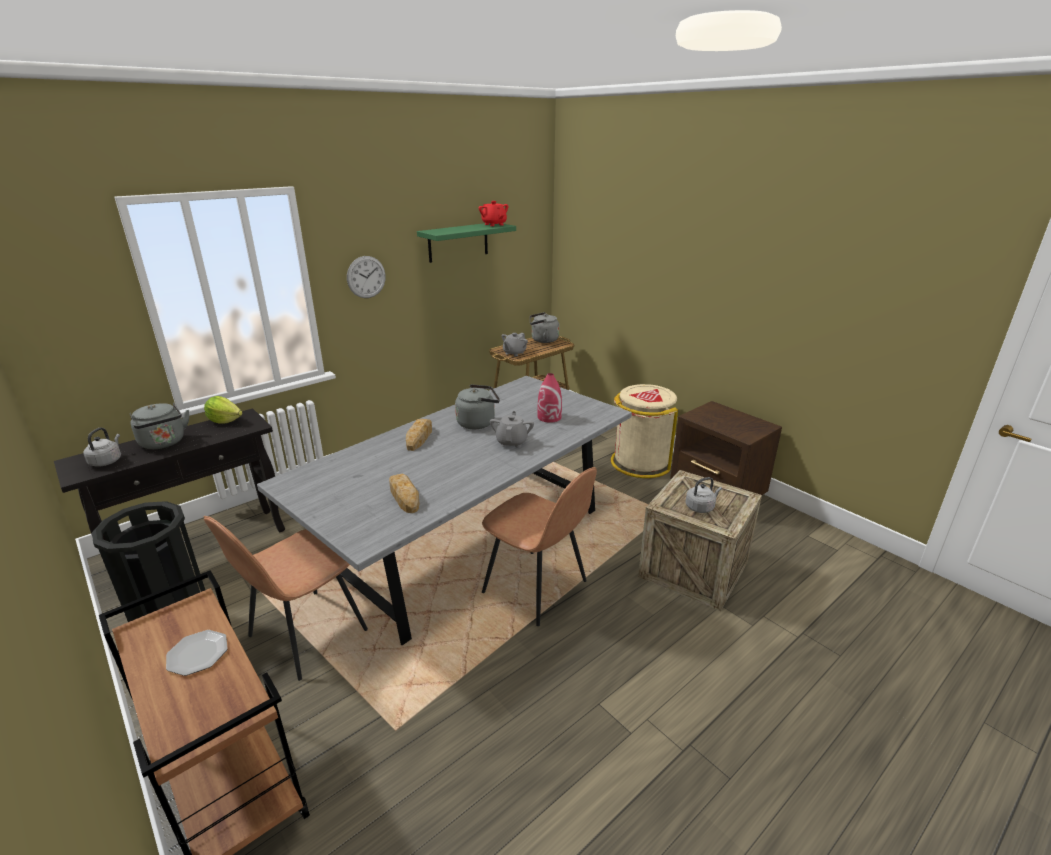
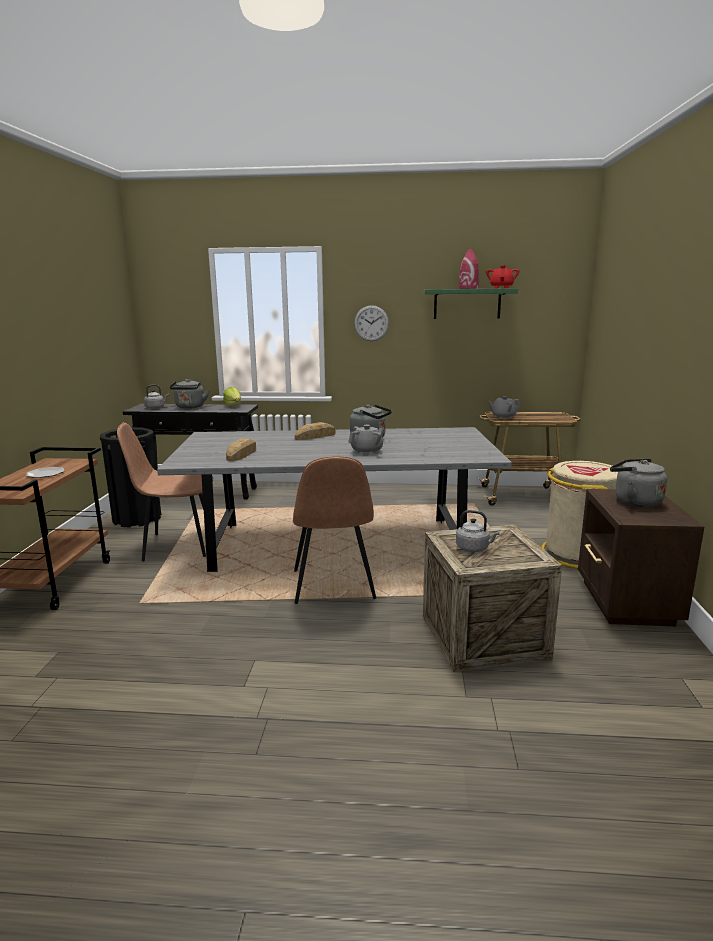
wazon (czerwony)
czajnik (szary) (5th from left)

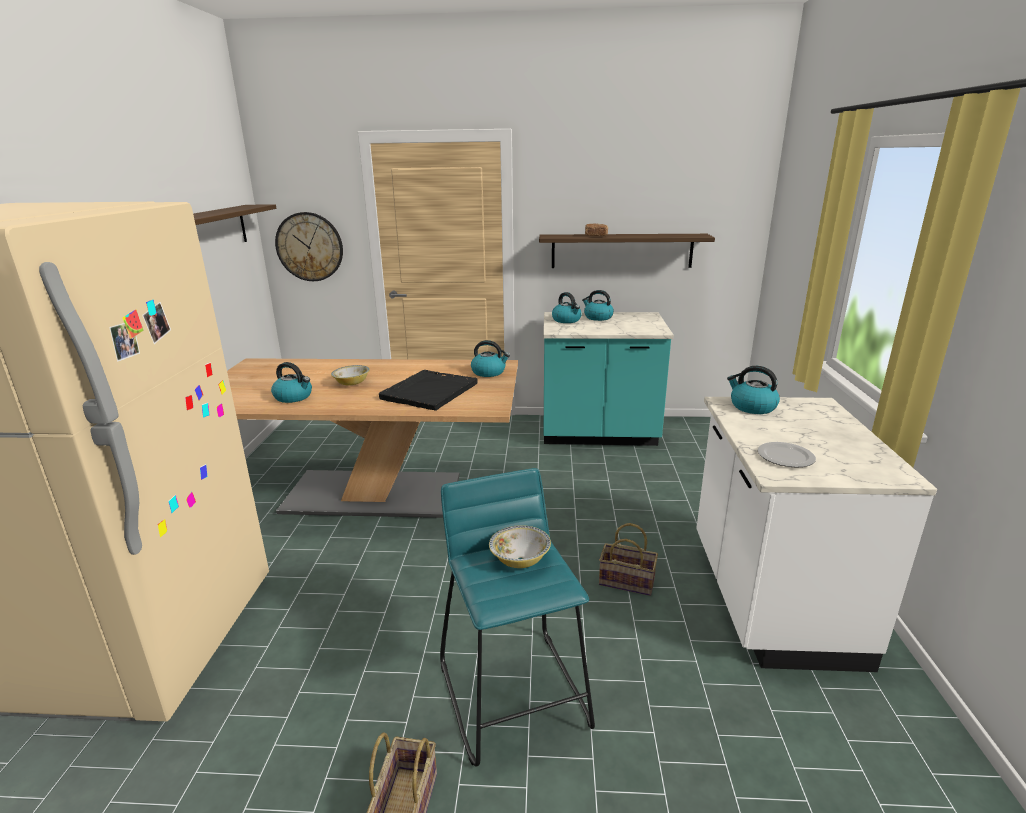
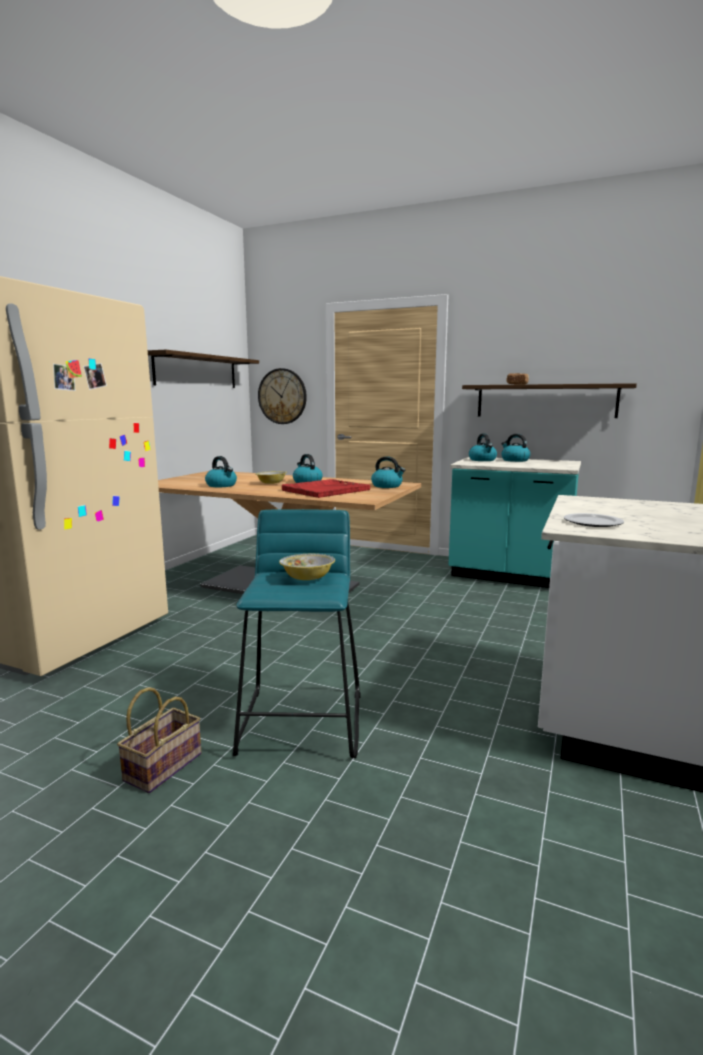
taca (czerwony)
czajnik (2nd from left)
koszyk (2nd from left in the first image)

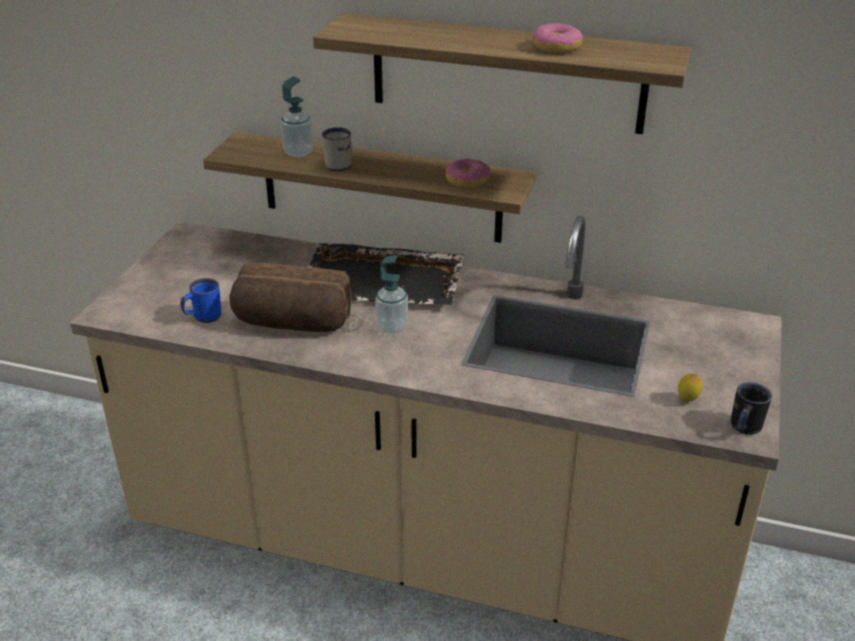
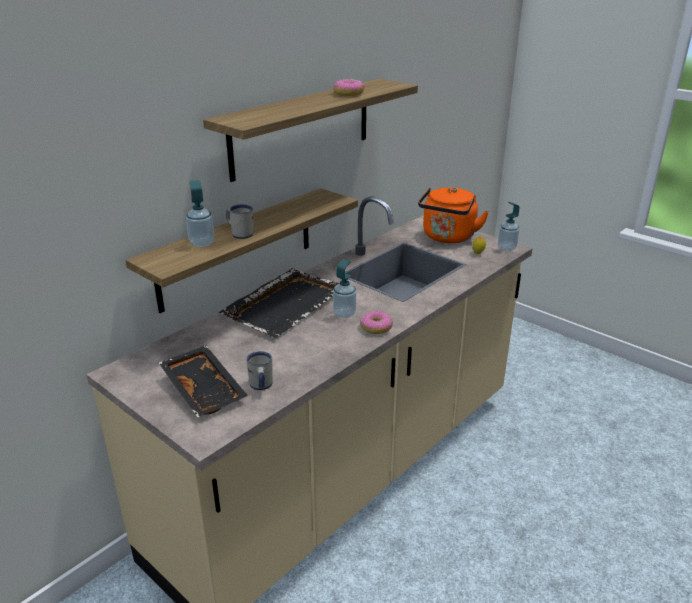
taca (czarny) (1st from left)
kubek (biały) (2nd from left)
donut (2nd from left)
czajnik (pomarańczowy)
dozownik mydła (3rd from left)
chleb

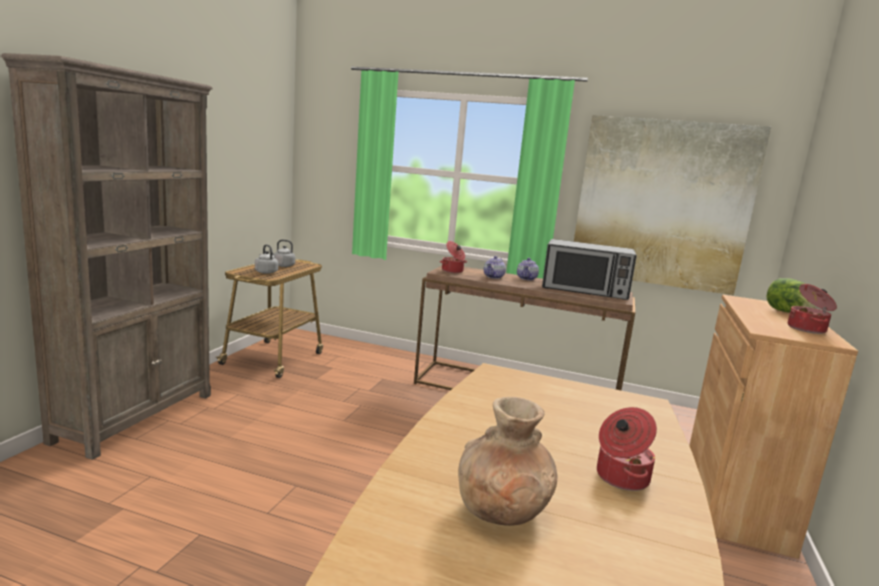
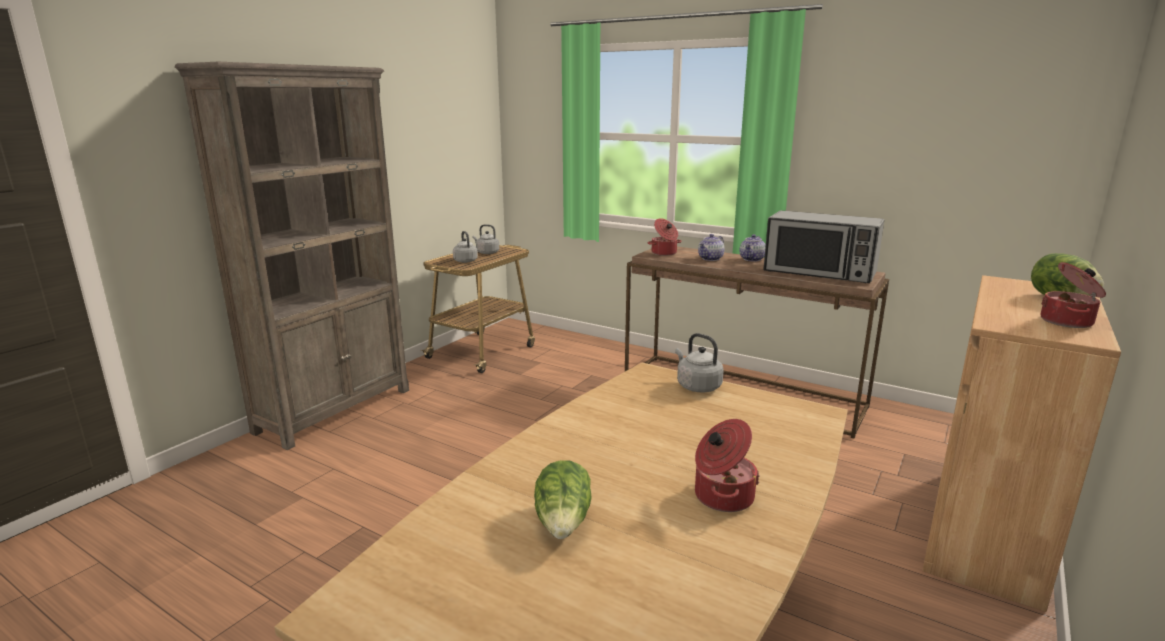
sałata (1st from left)
czajnik (szary) (3rd from left)
obraz

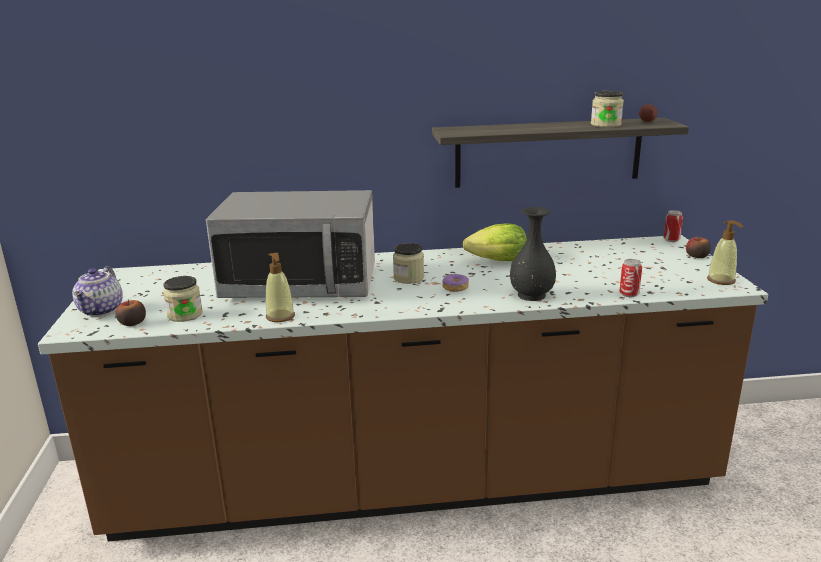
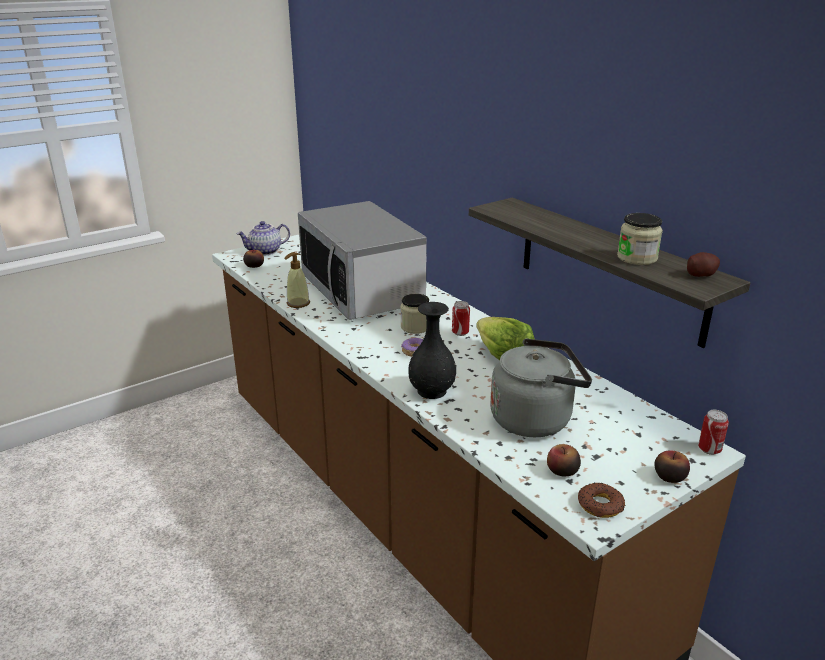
puszka (1st from left)
czajnik (szary)
jabłko (2nd from left)
donut (2nd from left)
słoik (1st from left in the first image)

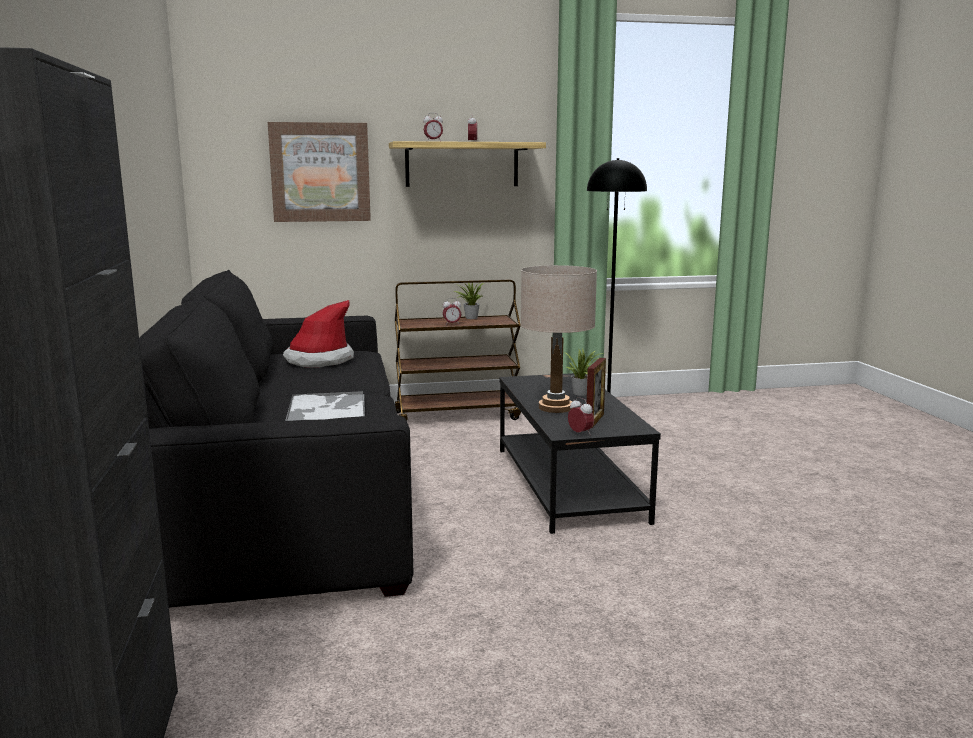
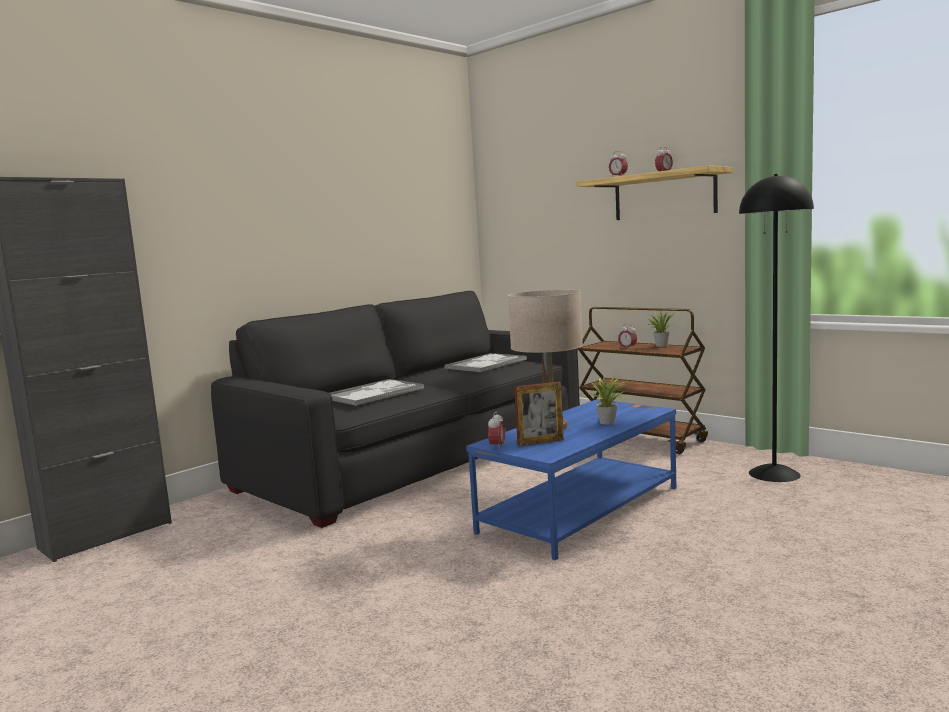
taca (2nd from left)
ława (niebieski)
obraz

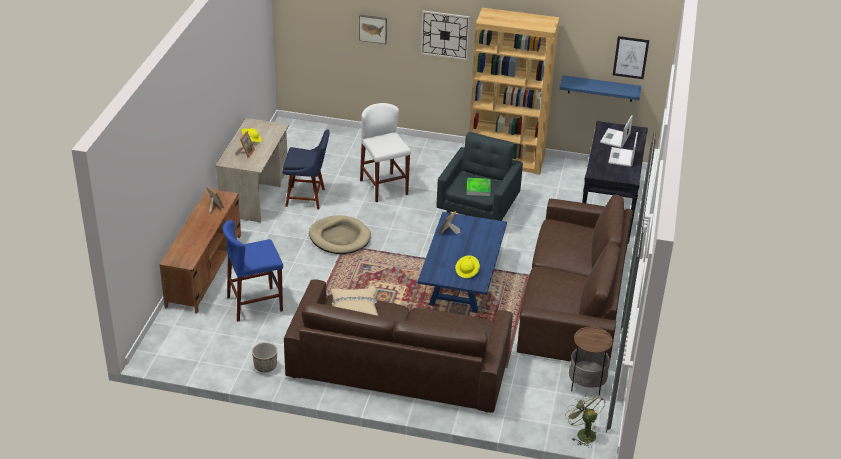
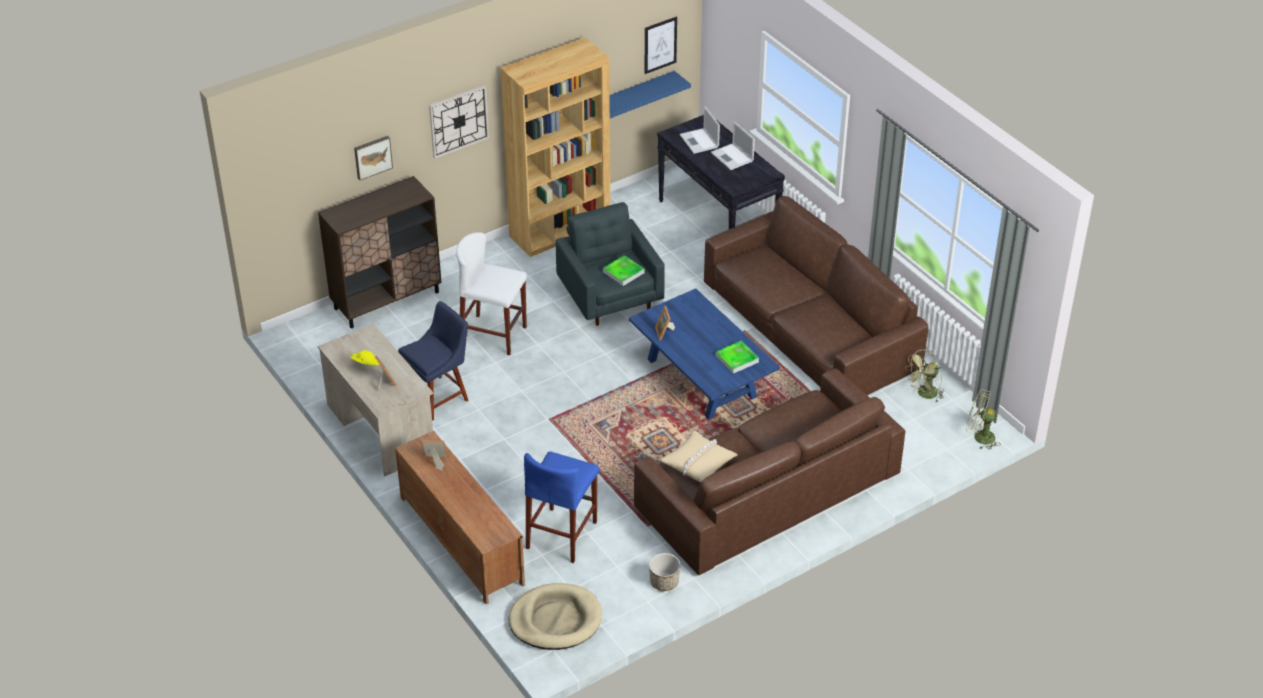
szafka (brązowy)
legowisko (beżowy)
taca (2nd from left)
wentylator (zielony) (1st from left)

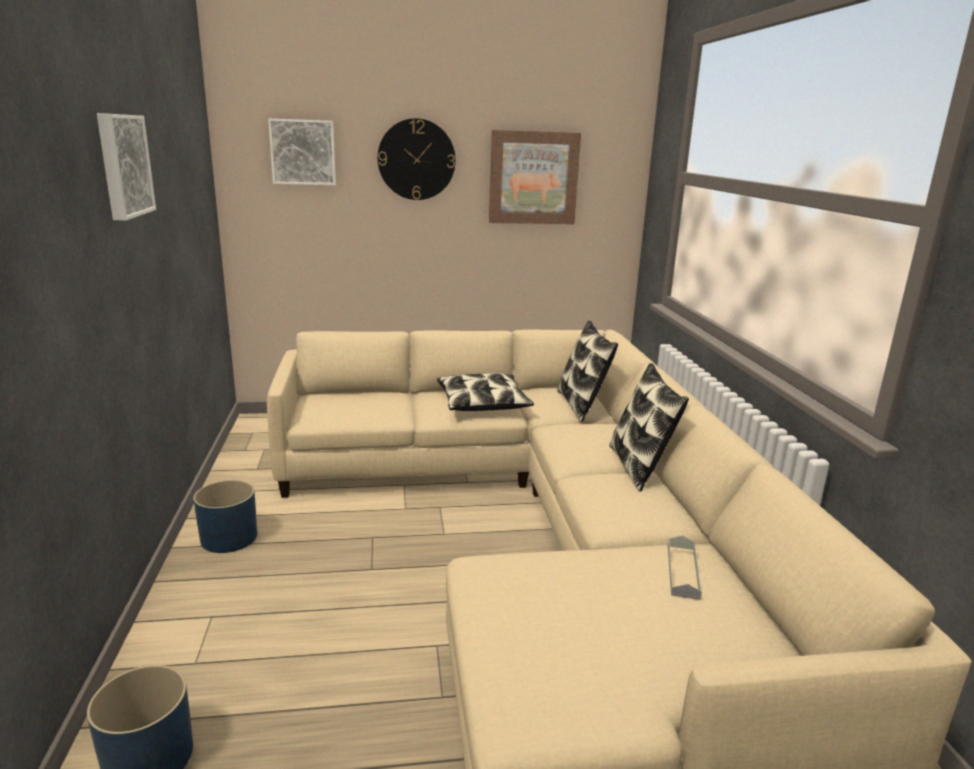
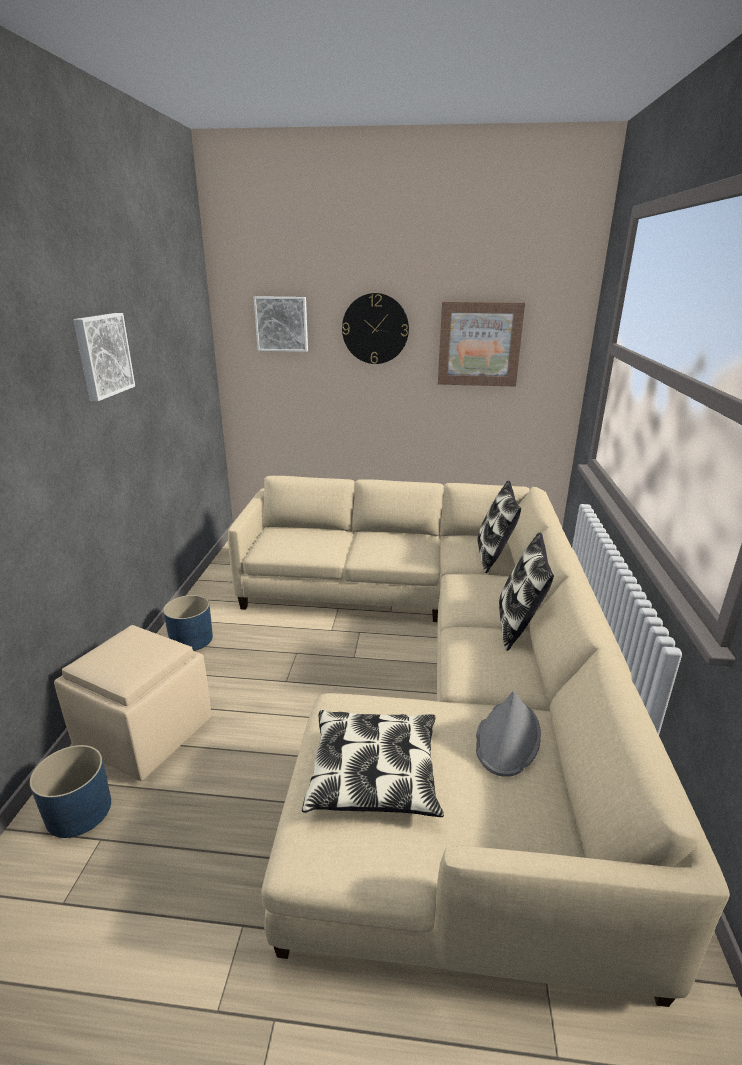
pufa (beżowy)
poduszka (1st from left)
kapelusz (szary)

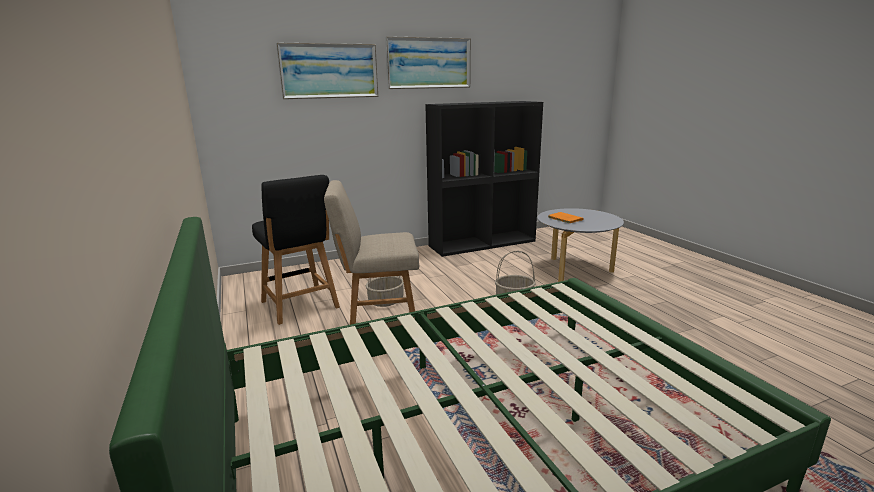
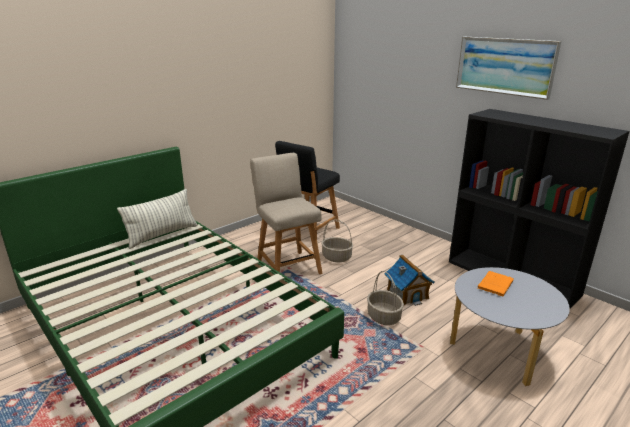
poduszka
domek
obraz (1st from left in the first image)

